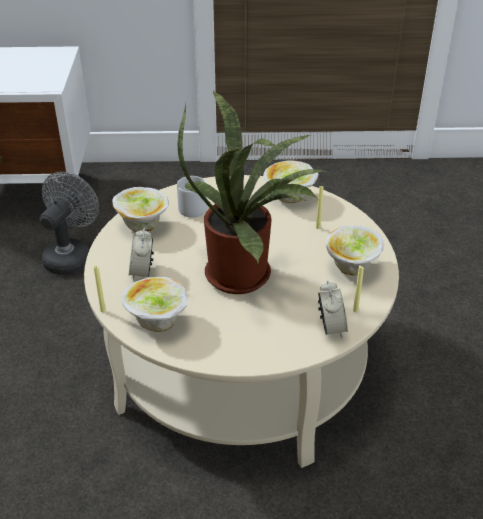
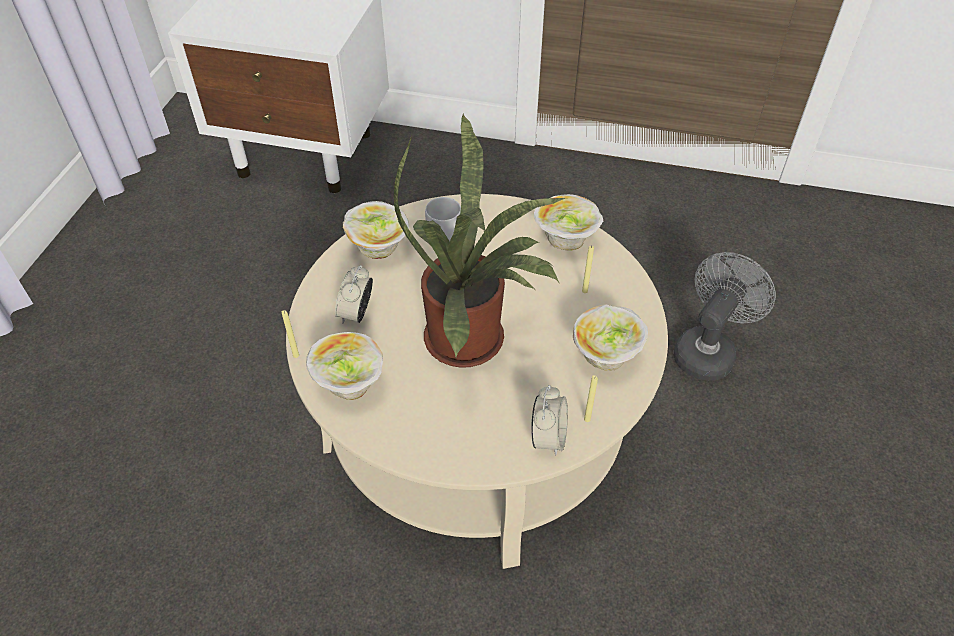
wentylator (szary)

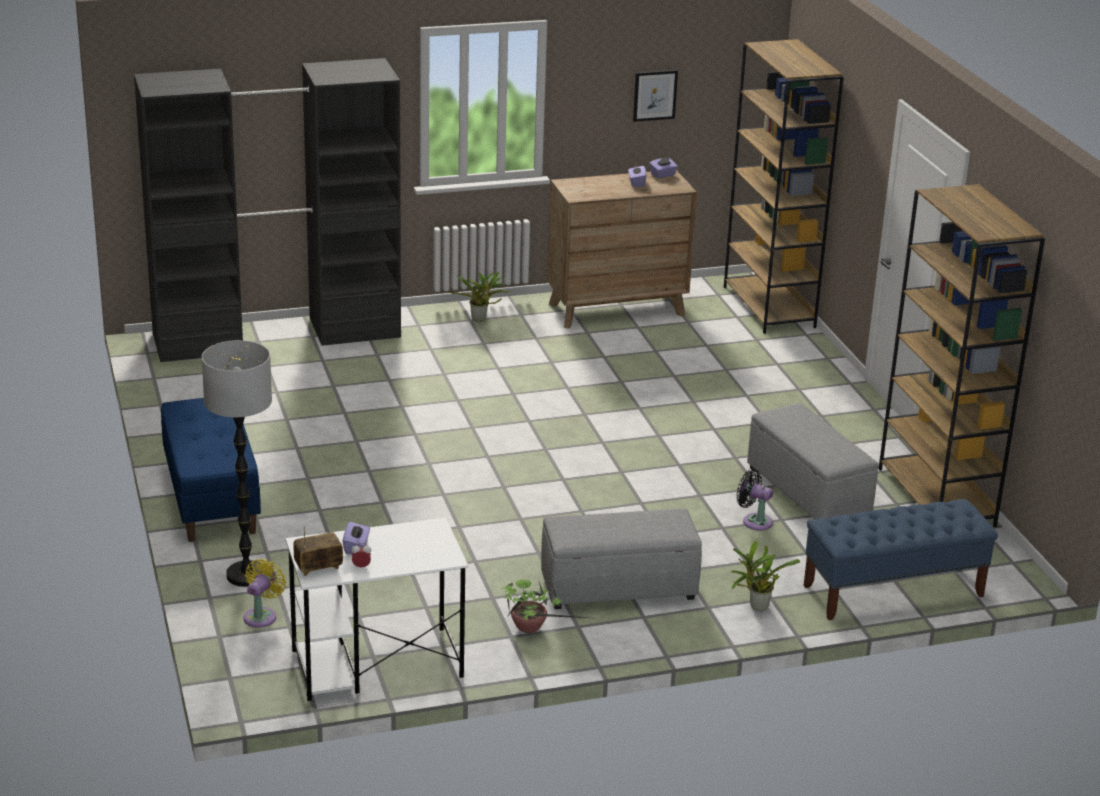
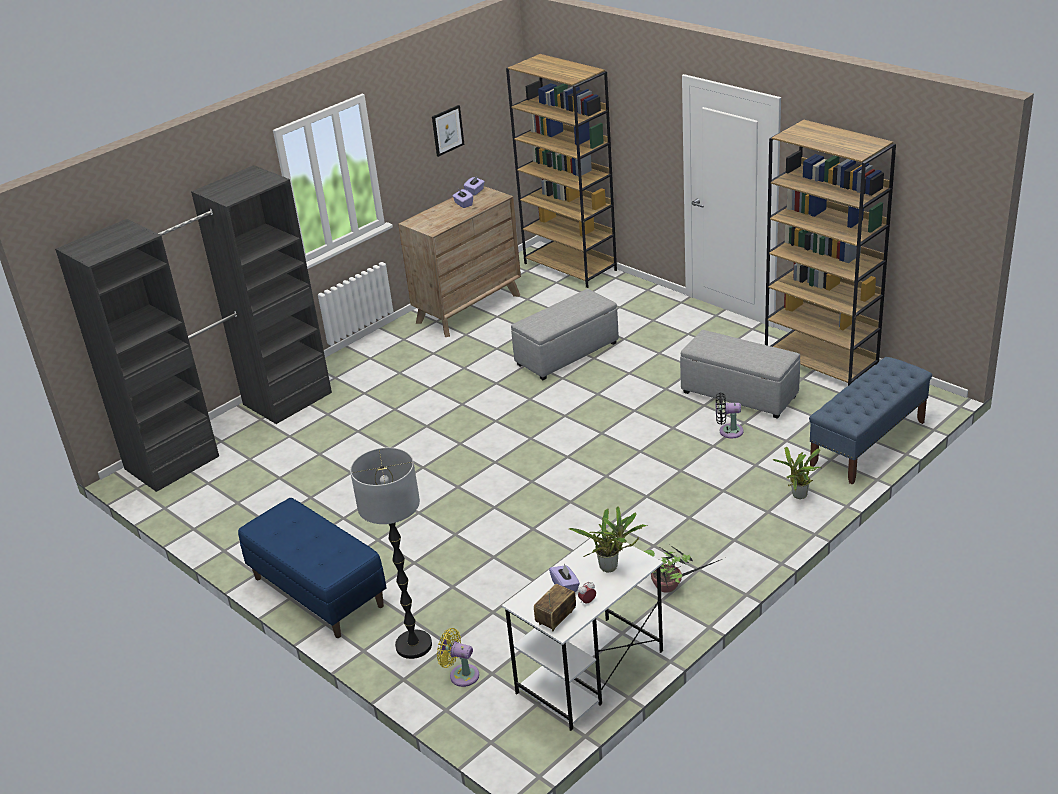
wentylator (żółty)
pufa (szary) (1st from left)
roślina doniczkowa (1st from left)

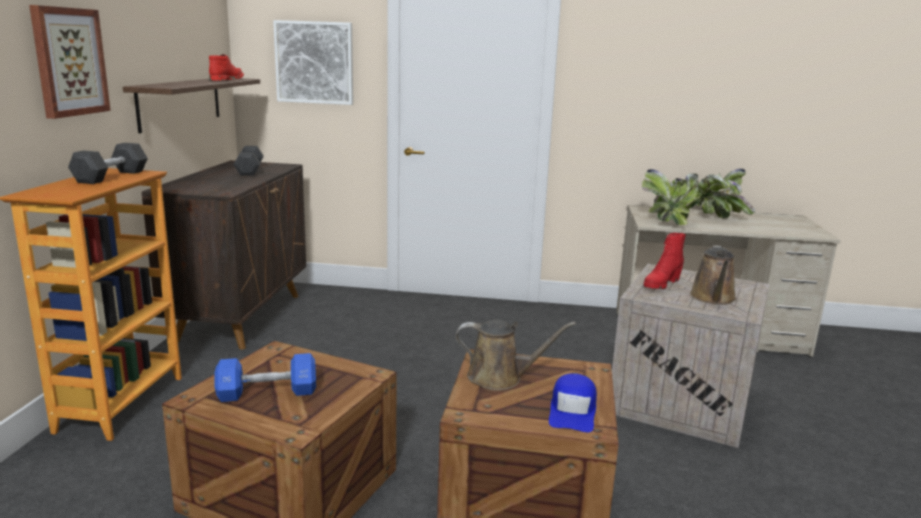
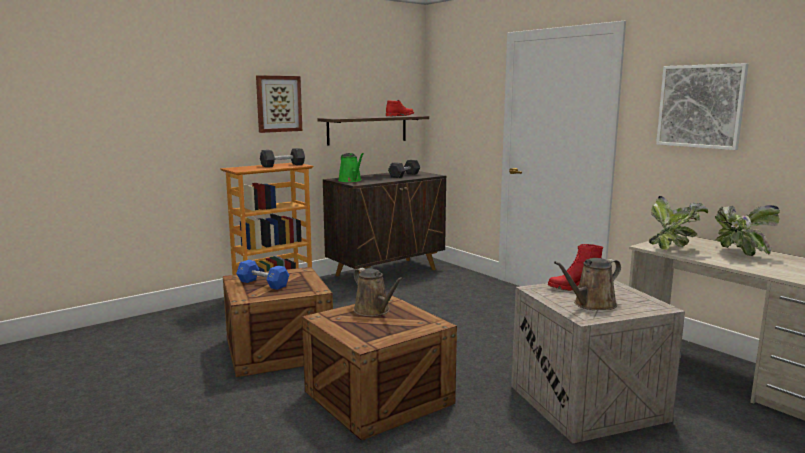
konewka (zielony)
obraz (2nd from left)
czapka z daszkiem (niebieski)

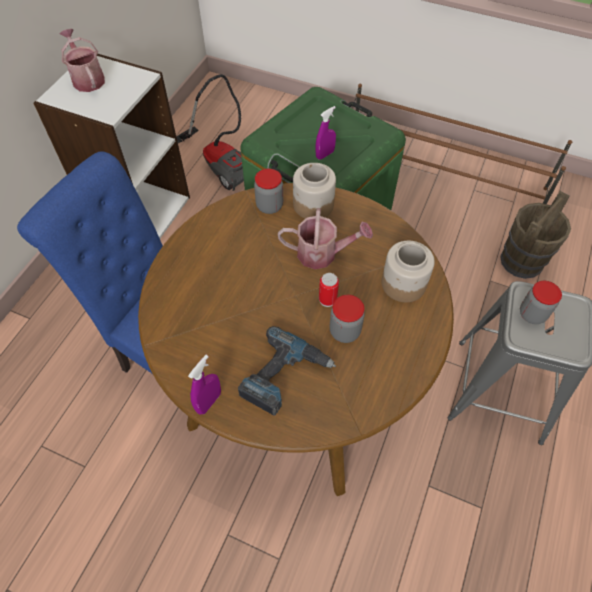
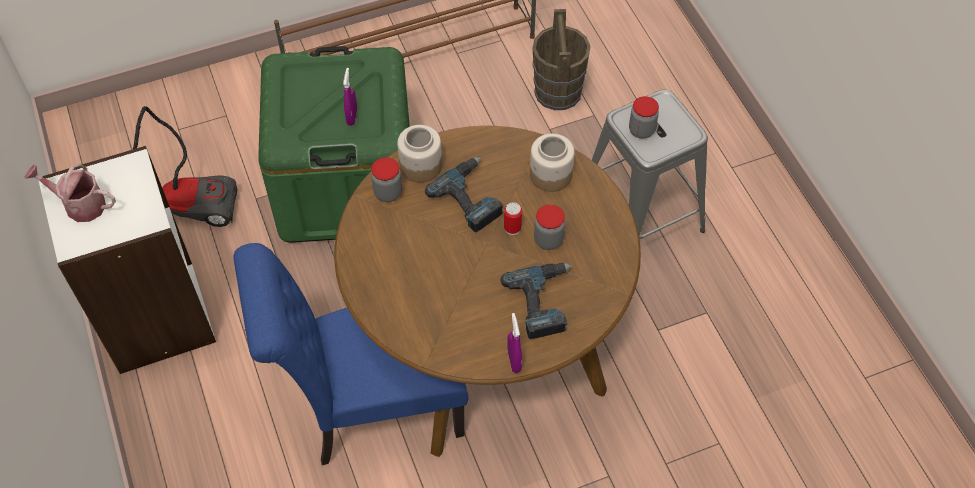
wiertarka (1st from left)

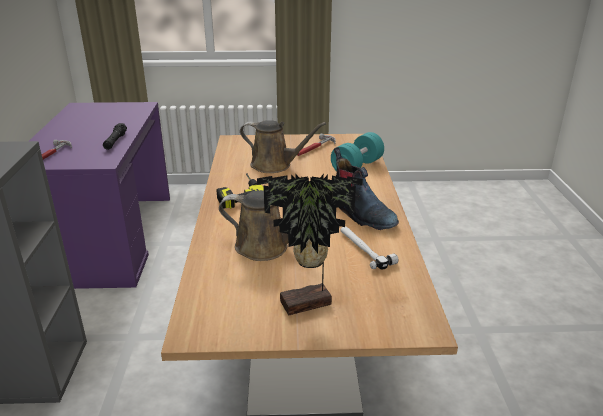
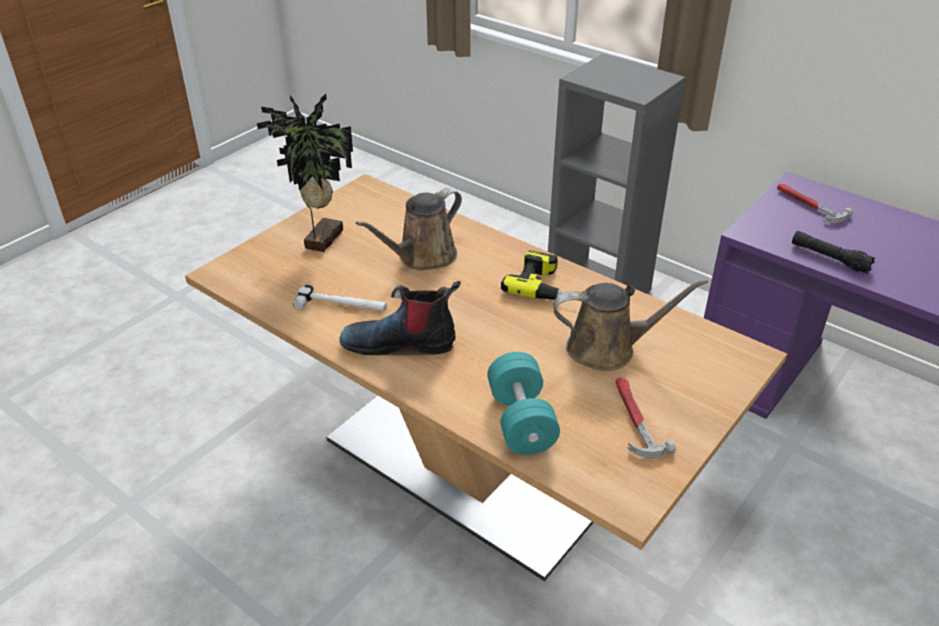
konewka (brązowy) (2nd from left)

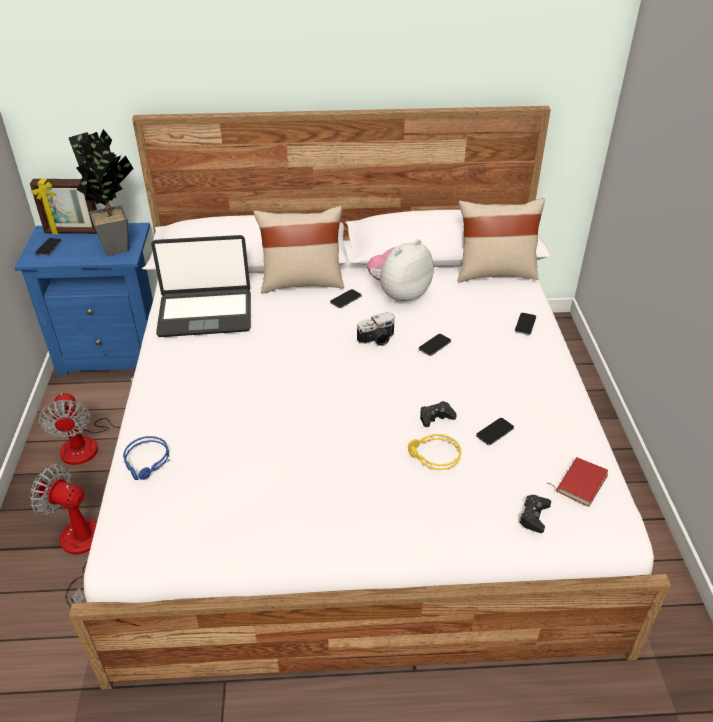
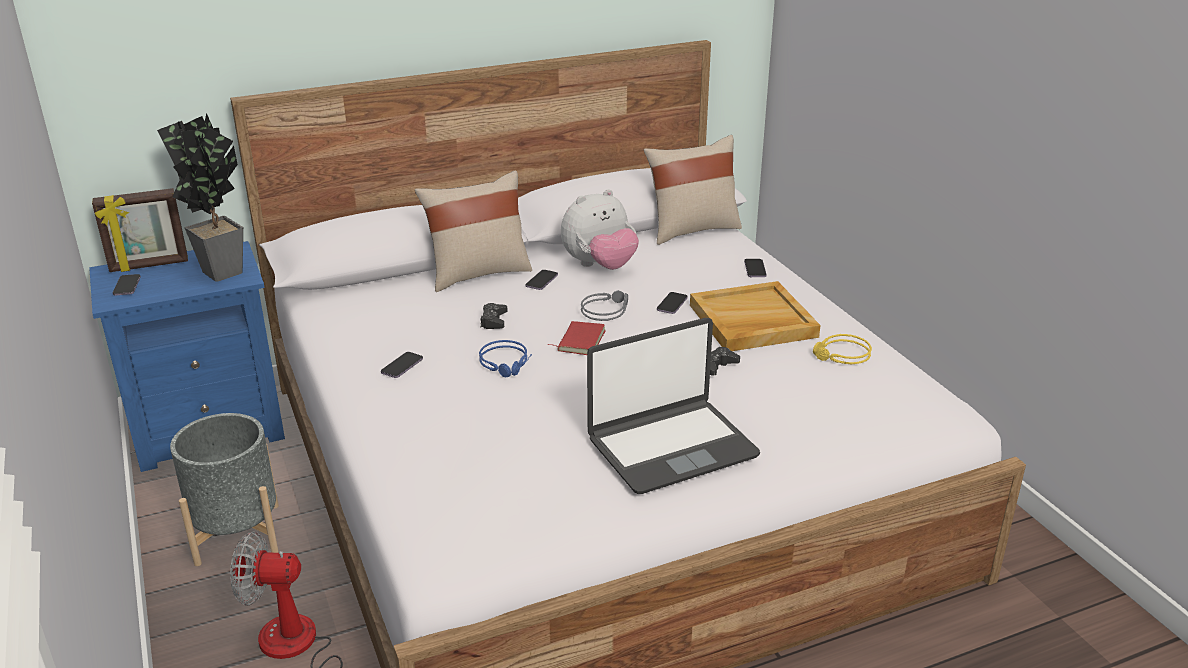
donica (szary)
telefon (2nd from left)
słuchawki (niebieski)
pad do gier (czarny) (1st from left)
książka (czerwony)
pluszak
słuchawki (szary)
laptop
taca (beżowy)
słuchawki (żółty)

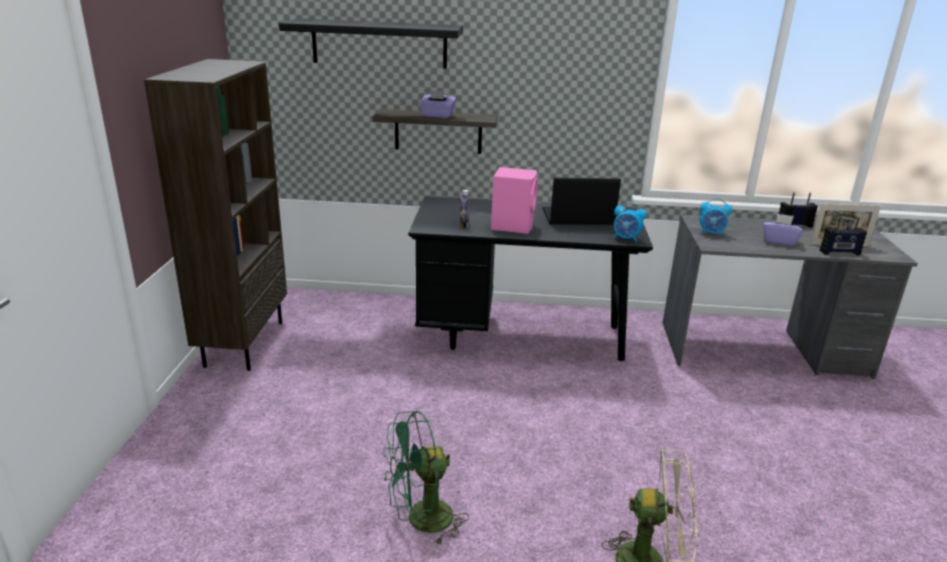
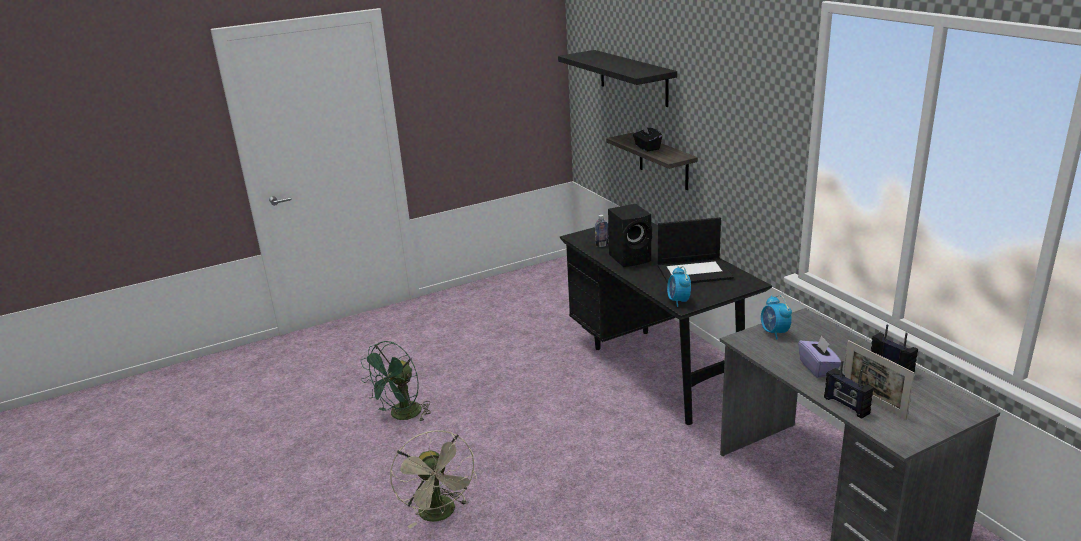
wentylator (zielony)
głośnik (czarny)
pudełko chusteczek (czarny)
laptop
regał (brązowy)

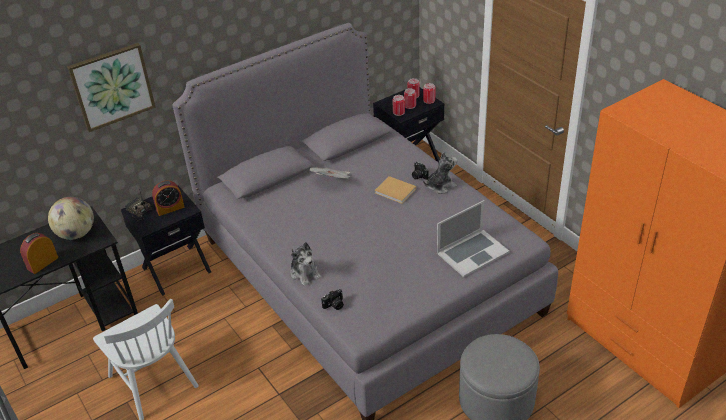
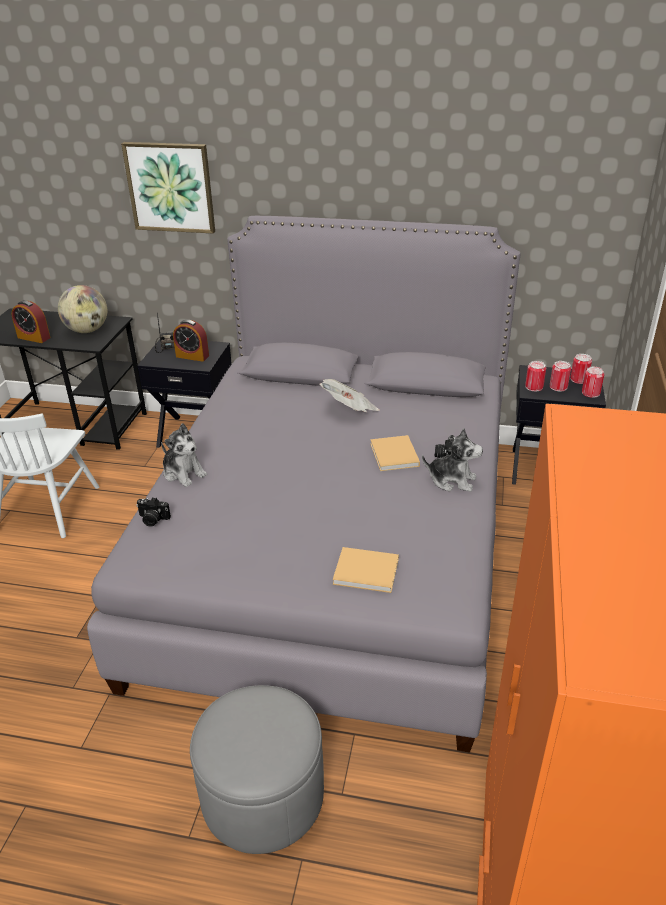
budzik (1st from left)
pluszak (1st from left)
książka (beżowy) (1st from left)

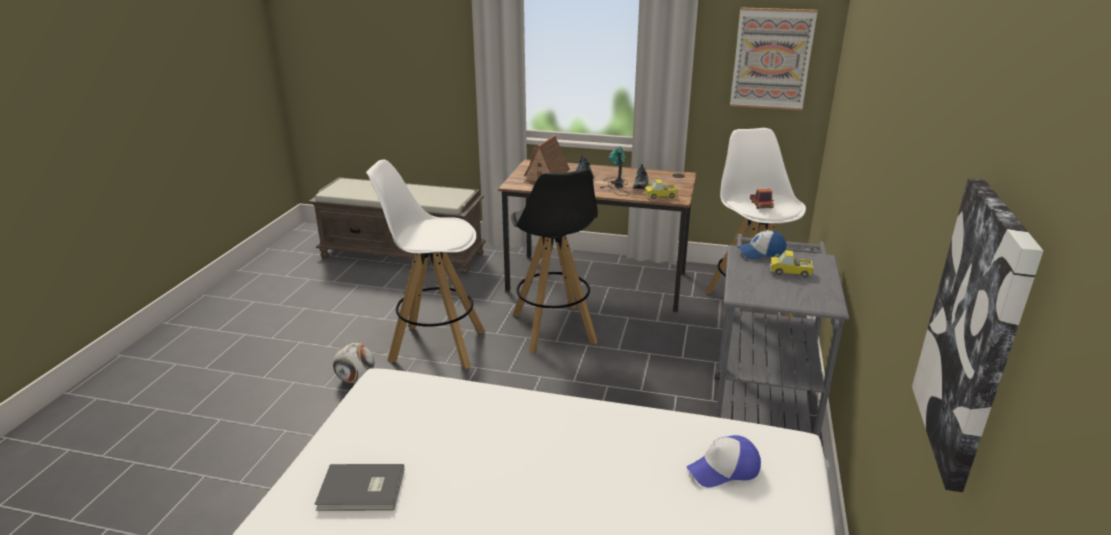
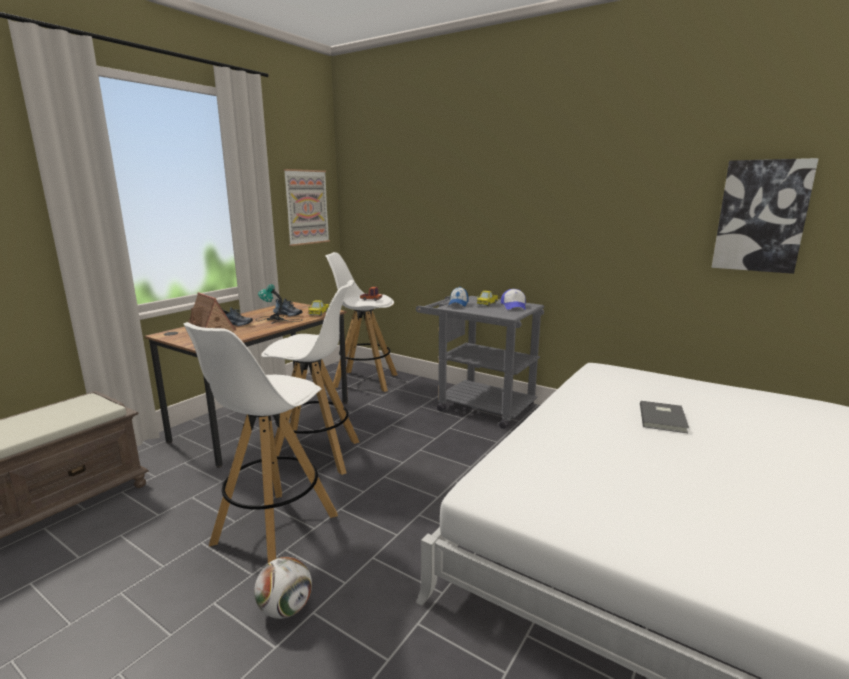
stołek (biały) (2nd from left)
czapka z daszkiem (2nd from left)
książka (szary)

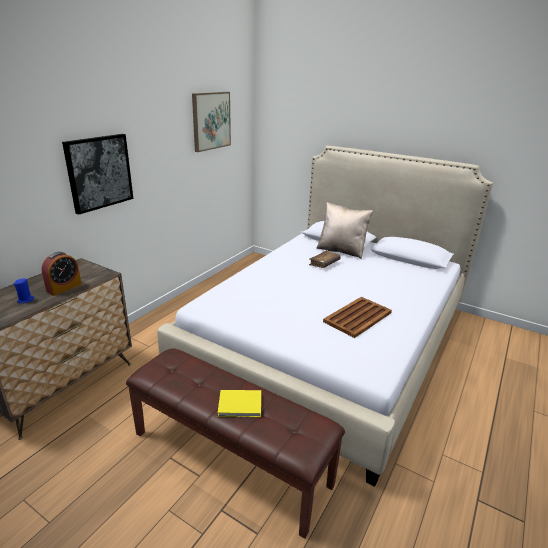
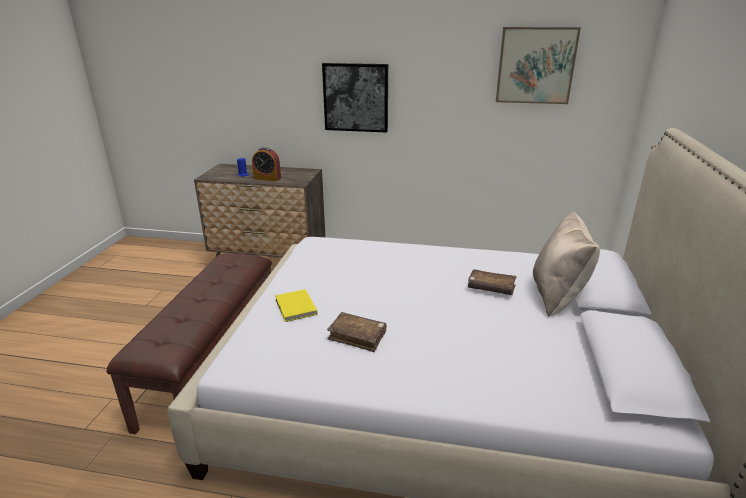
książka (żółty)
książka (brązowy) (1st from left)

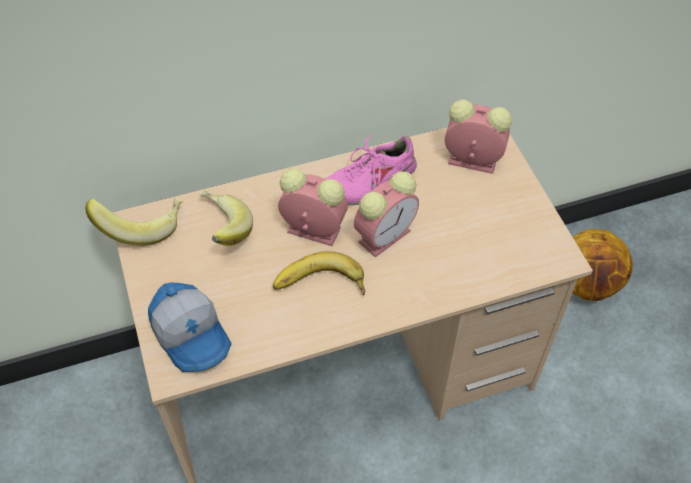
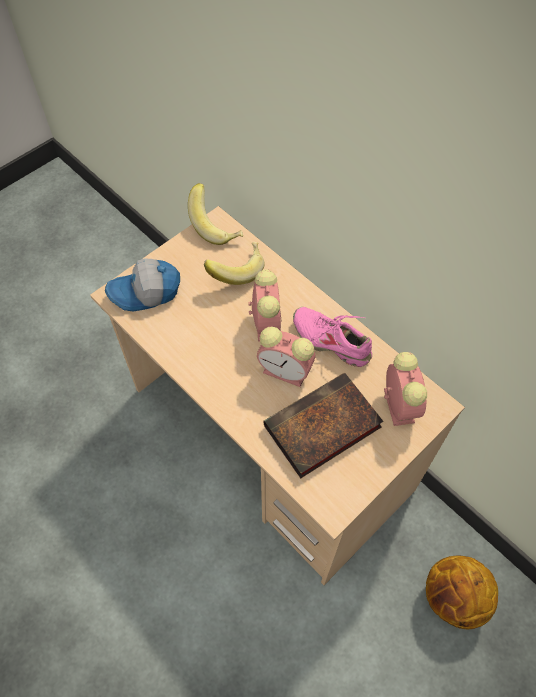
czapka z daszkiem
książka
banan (3rd from left in the first image)

